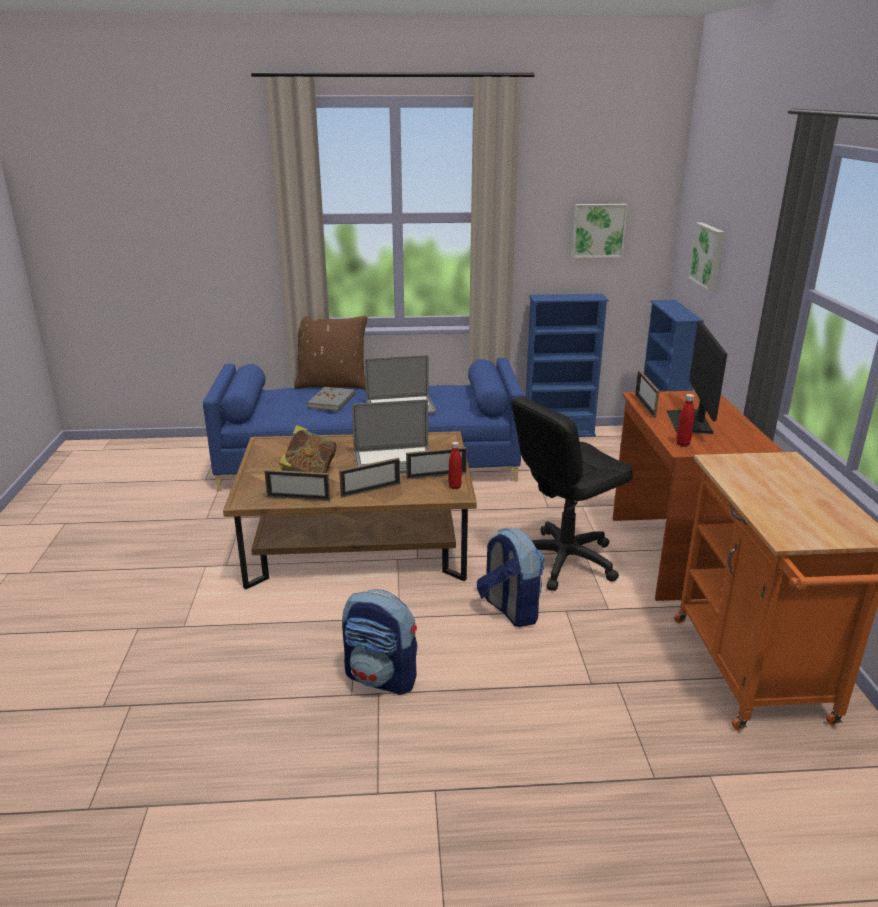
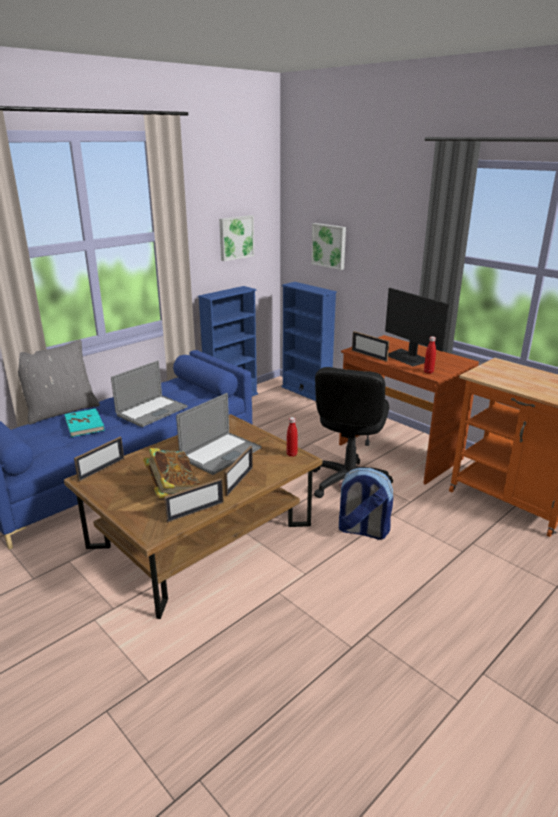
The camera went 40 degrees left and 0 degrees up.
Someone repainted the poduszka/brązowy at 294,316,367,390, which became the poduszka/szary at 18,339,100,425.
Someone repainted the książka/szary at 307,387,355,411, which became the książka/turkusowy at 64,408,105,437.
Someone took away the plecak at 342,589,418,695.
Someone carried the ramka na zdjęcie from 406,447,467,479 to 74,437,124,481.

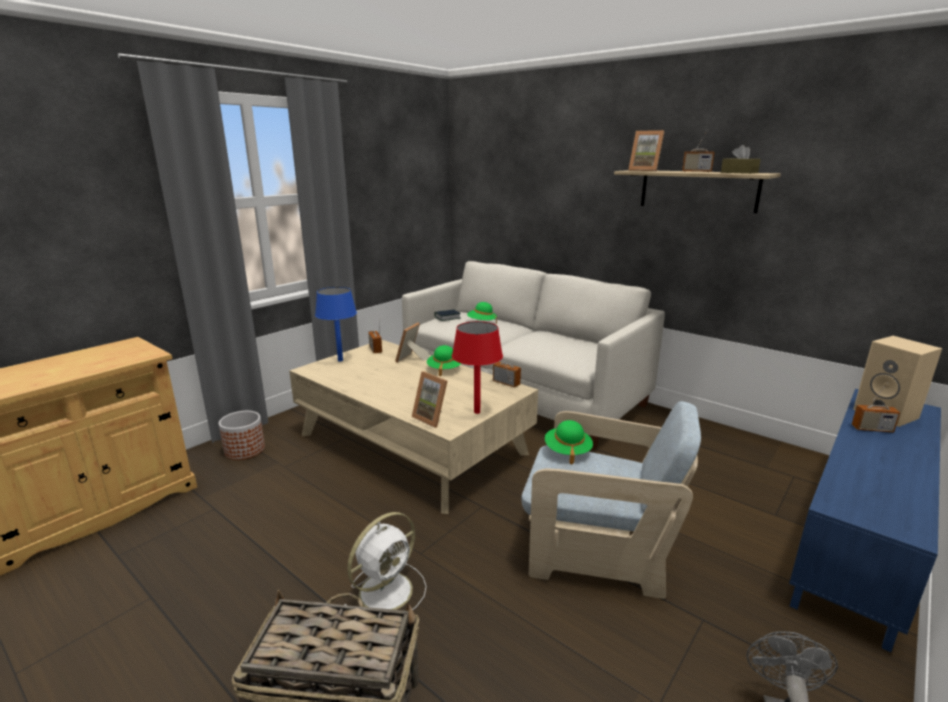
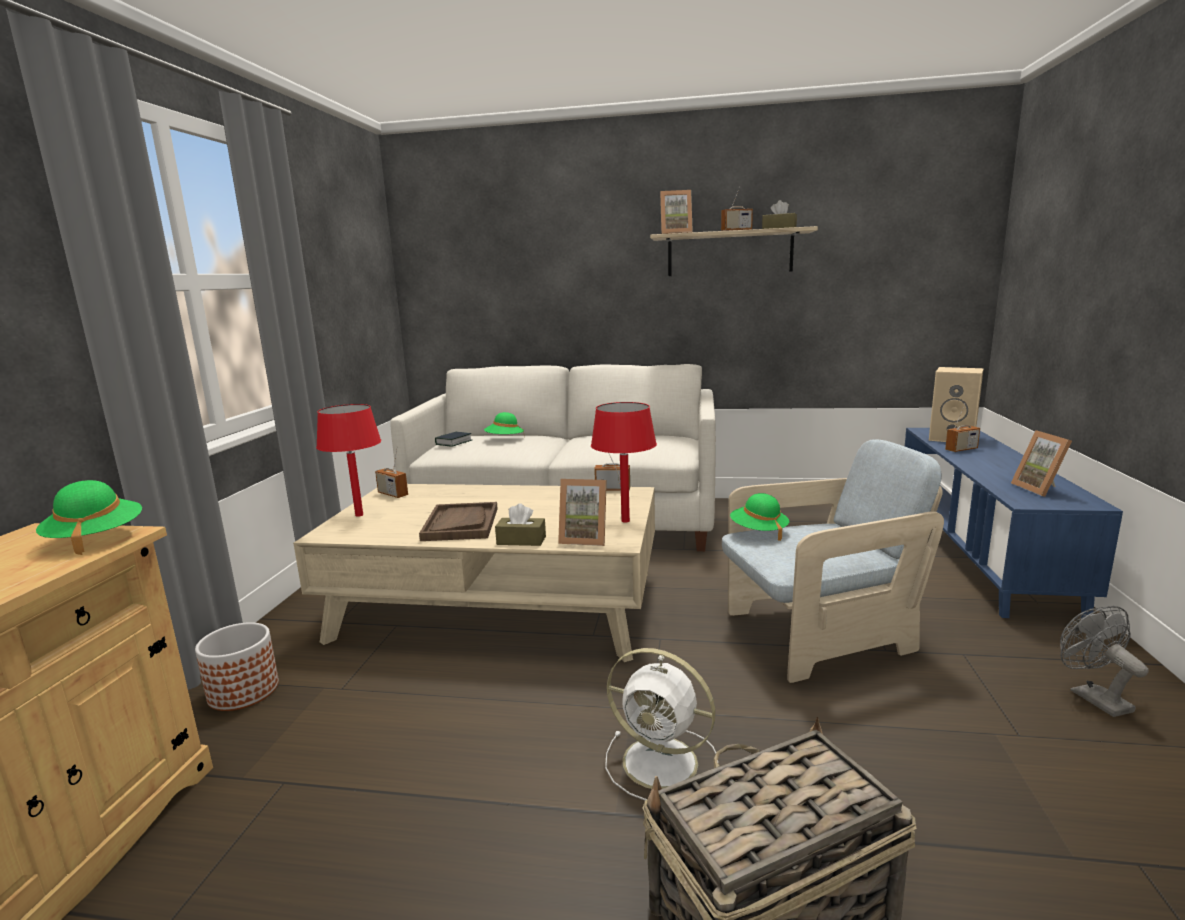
The camera went 30 degrees left and 5 degrees down.
Someone repainted the lampa stołowa/niebieski at 315,287,357,362, which became the lampa stołowa/czerwony at 316,404,381,517.
Someone rotated the wentylator/biały at 344,512,427,610 by 105 degrees clockwise.
Someone carried the ramka na zdjęcie from 395,322,429,363 to 1011,430,1072,497.
Someone carried the kapelusz/zielony from 427,345,461,376 to 36,480,142,555.
Someone put down the taca/brązowy at 419,502,498,541.
Someone put down the pudełko chusteczek/brązowy at 495,503,546,546.

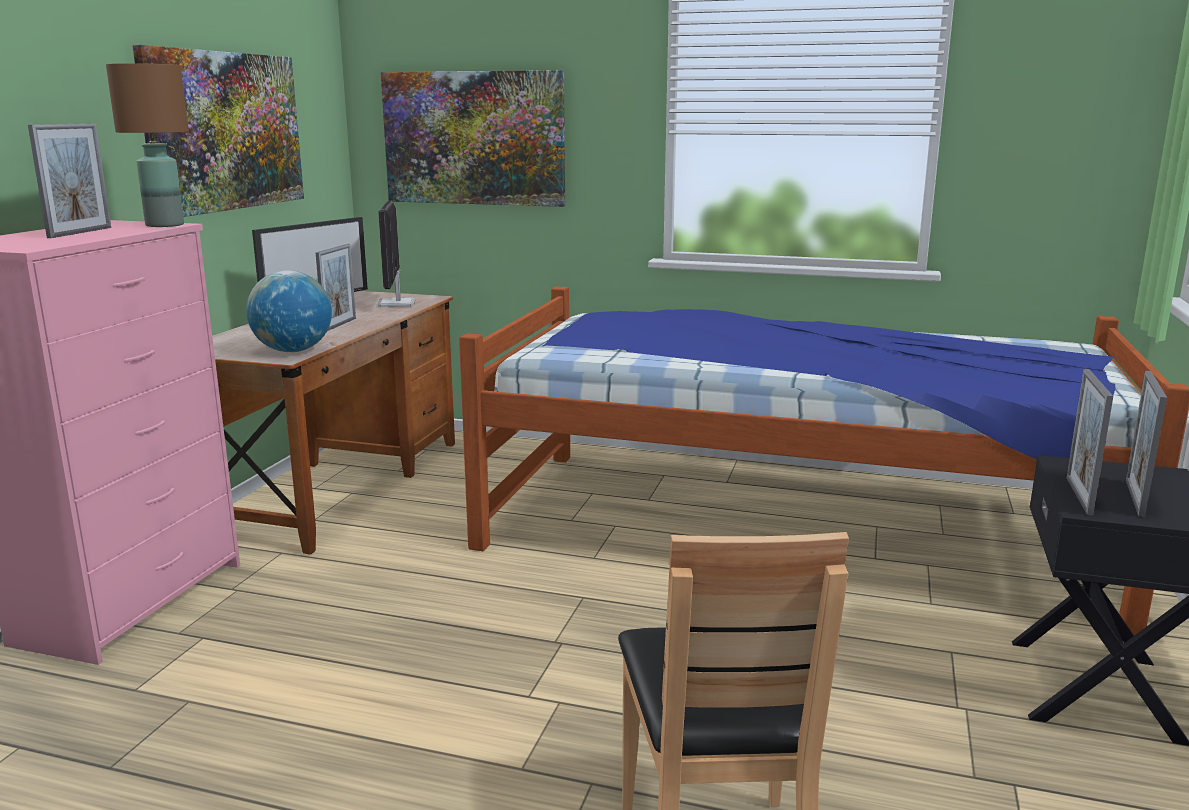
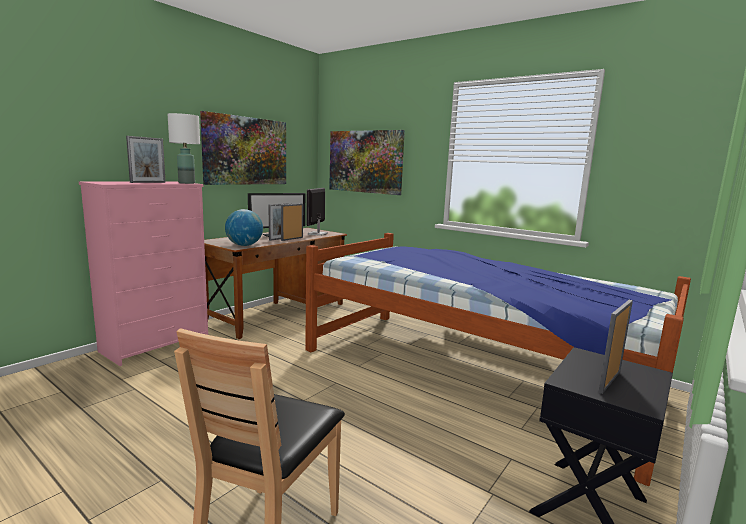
The camera went 20 degrees right and 5 degrees down.
Someone repainted the lampa stołowa/brązowy at 106,63,189,227, which became the lampa stołowa/biały at 168,113,200,184.
Someone carried the ramka na zdjęcie from 1066,369,1113,515 to 281,204,303,241.

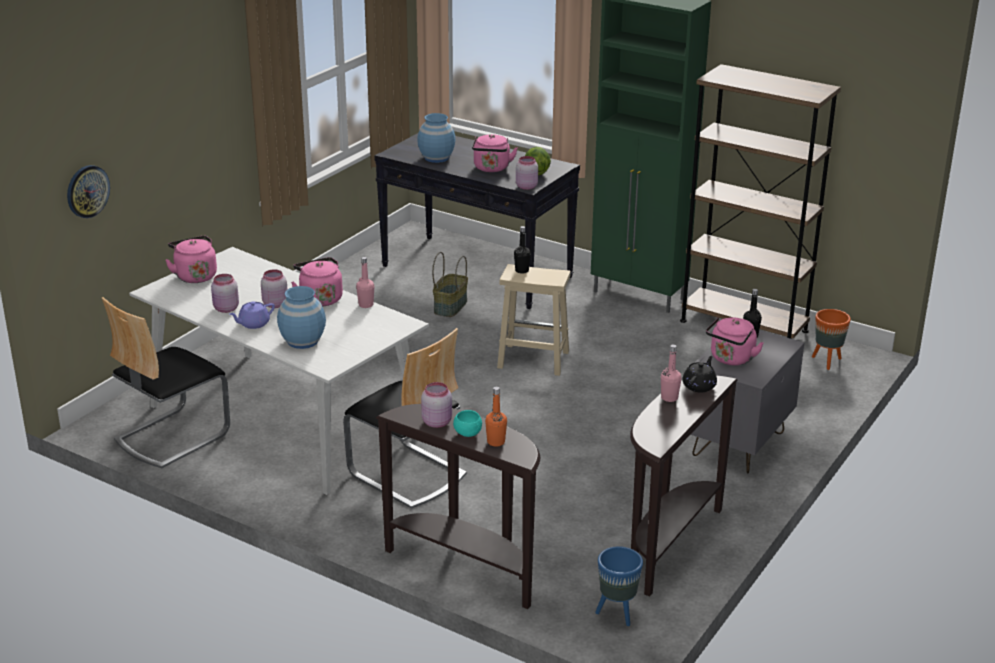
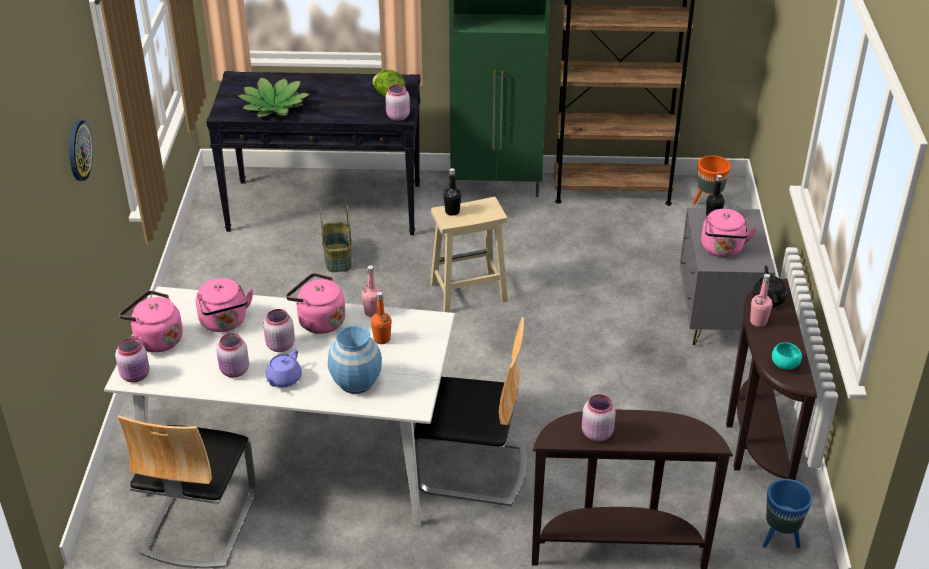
The camera went 30 degrees left and 10 degrees up.
Someone carried the zegar ścienny from 67,165,110,218 to 69,120,93,181.
Someone swapped the wazon/niebieski at 417,113,455,163 for the roślina doniczkowa at 236,76,310,118.
Someone carried the miska/turkusowy from 453,410,482,437 to 772,342,802,370.
Someone carried the czajnik/różowy from 472,134,518,172 to 196,278,254,332.
Someone carried the butelka/pomarańczowy from 485,387,507,447 to 371,292,392,344.
Someone put down the słoik/różowy at 115,338,150,383.

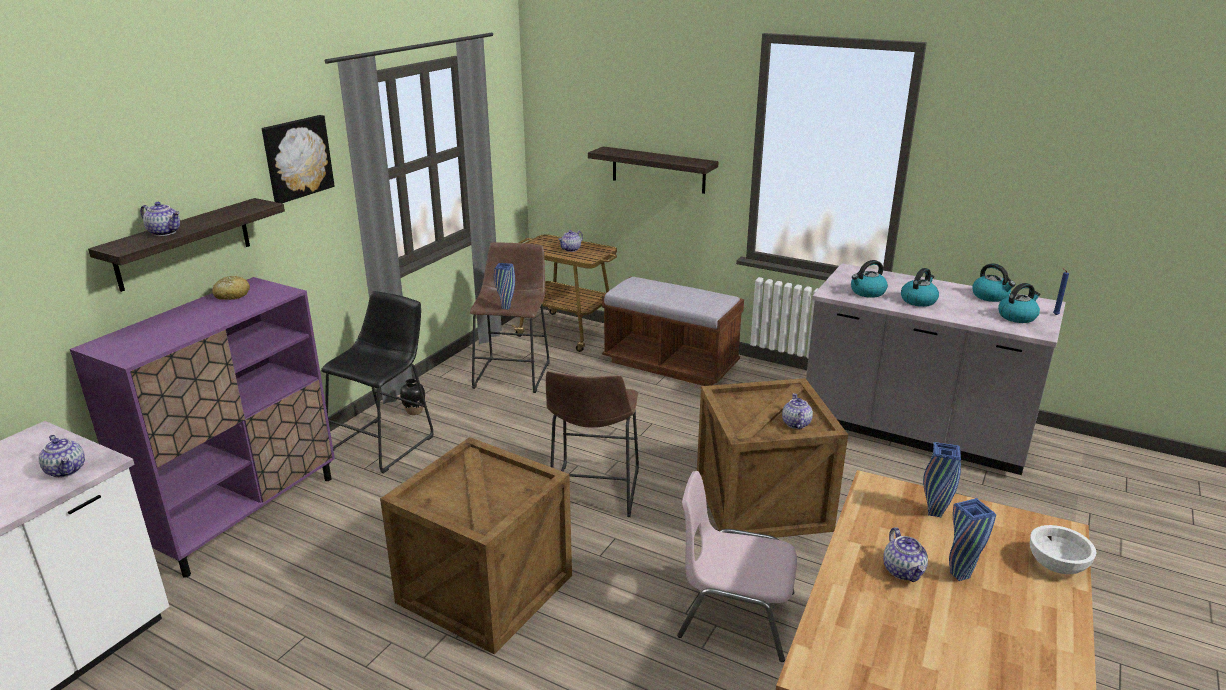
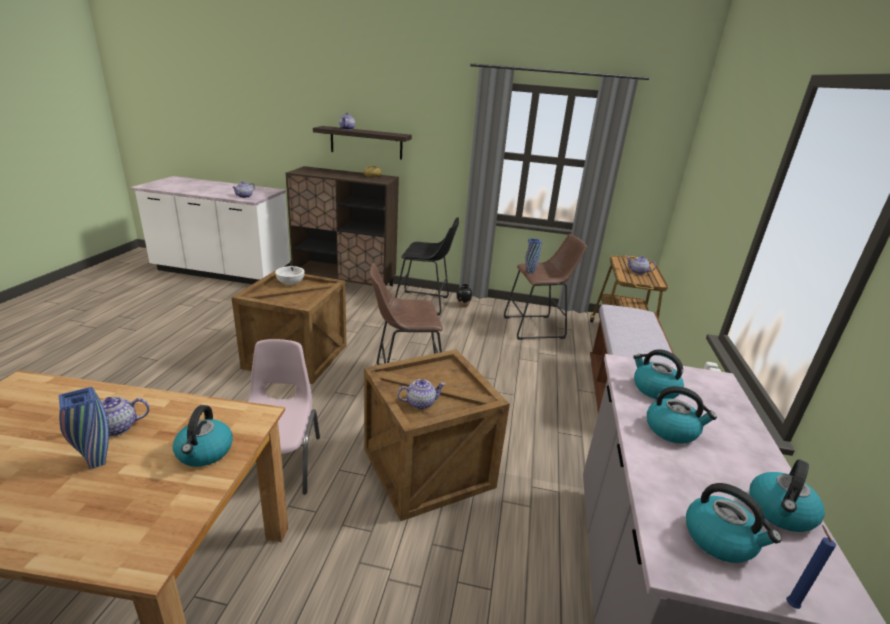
The camera went 70 degrees right and 0 degrees up.
Someone repainted the szafka/fioletowy at 70,277,335,578, which became the szafka/brązowy at 286,166,399,286.
Someone took away the obraz at 262,115,335,203.
Someone took away the półka at 588,146,719,194.
Someone swapped the wazon/niebieski at 923,442,961,517 for the czajnik at 173,405,233,467.
Someone carried the miska/biały from 1030,525,1096,574 to 275,266,305,285.

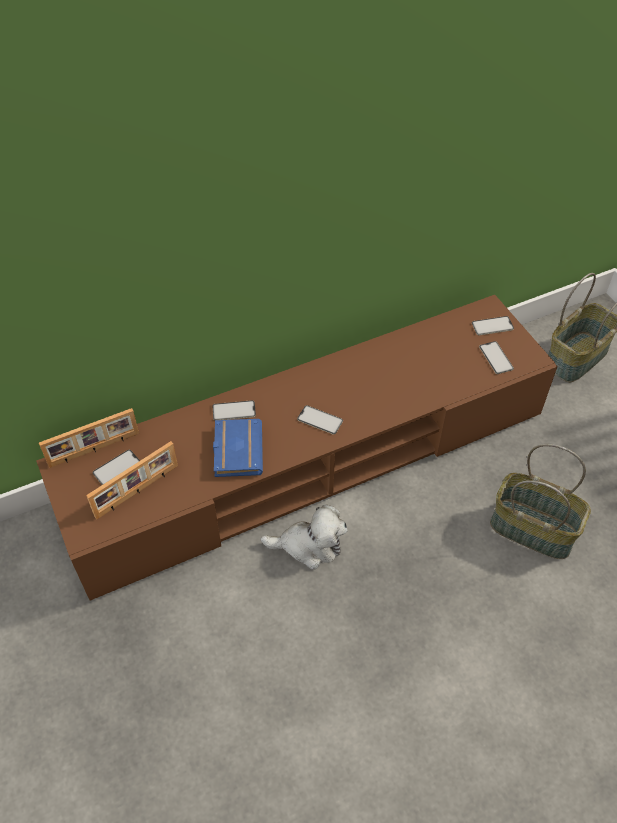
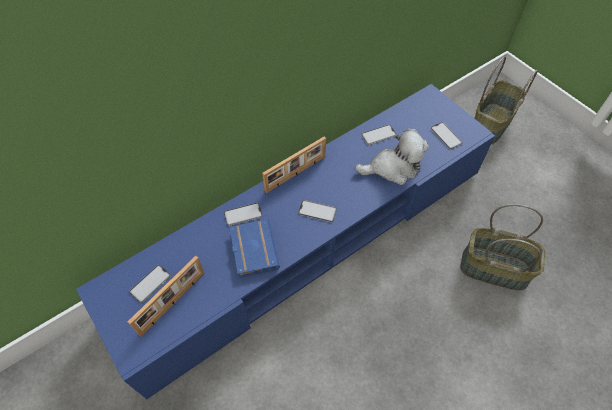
The camera went 10 degrees left and 5 degrees up.
Someone repainted the szafka pod telewizor/brązowy at 36,295,558,601, which became the szafka pod telewizor/niebieski at 76,84,495,399.
Someone carried the ramka na zdjęcie from 39,408,139,468 to 262,136,326,193.
Someone carried the pluszak from 260,504,348,570 to 355,129,429,185.
Someone carried the telefon from 472,316,514,336 to 361,125,397,145.

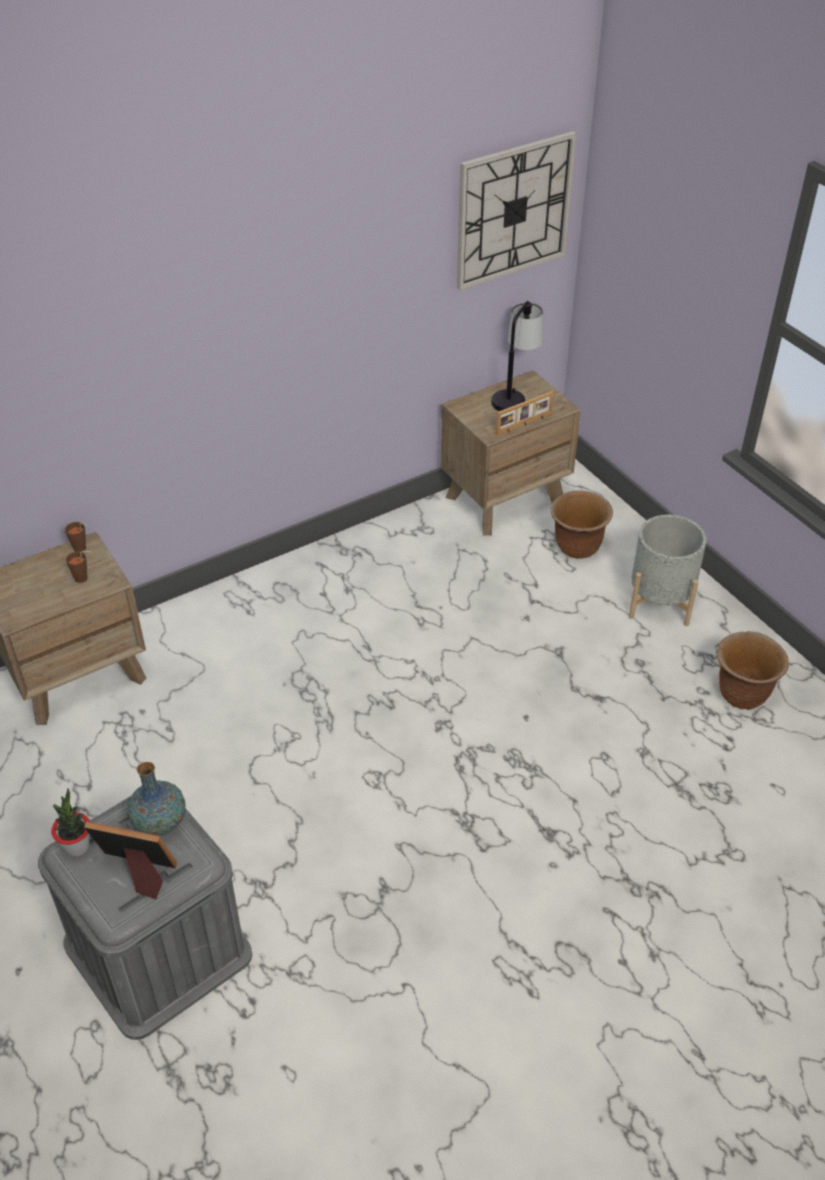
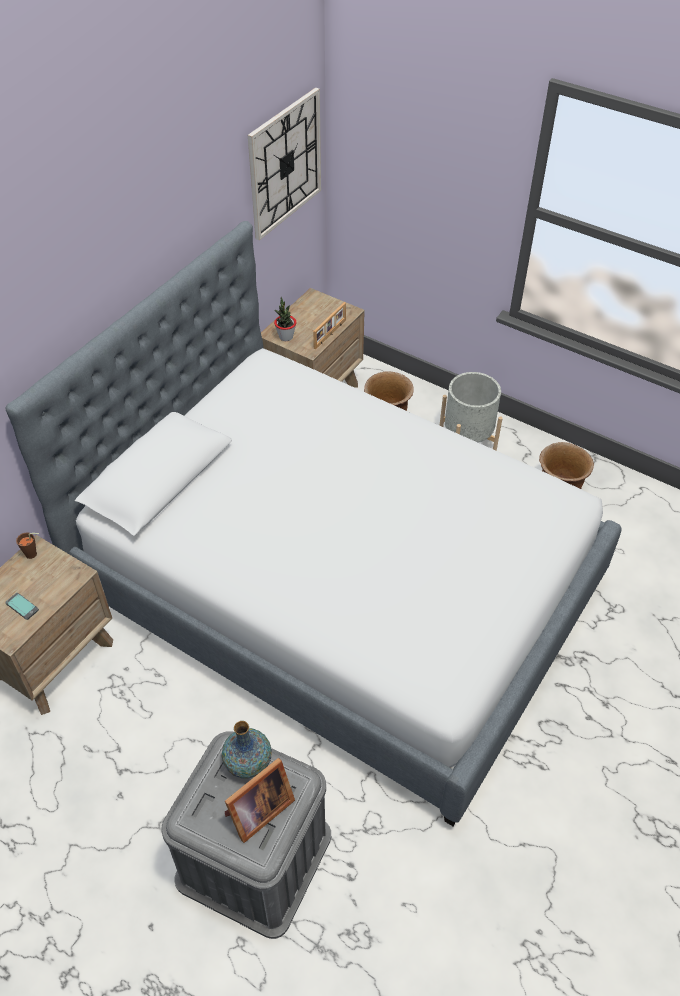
The camera went 25 degrees left and 5 degrees up.
Someone carried the roślina doniczkowa from 51,788,90,856 to 274,297,296,341.
Someone took away the filiżanka/brązowy at 66,551,92,583.
Someone rotated the ramka na zdjęcie at 84,821,177,899 by 150 degrees clockwise.
Someone took away the lampa stołowa at 491,301,543,411.
Someone put down the telefon at 5,593,39,620.
Someone put down the łóżko at 6,221,621,826.

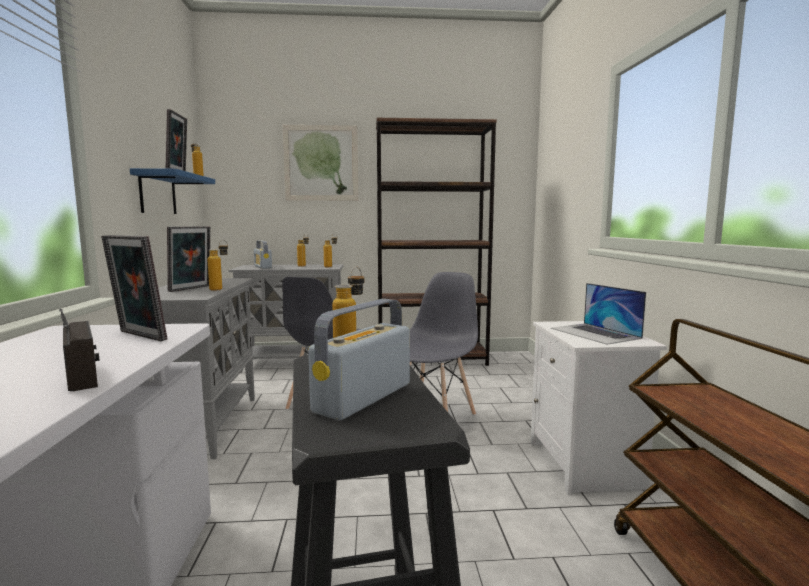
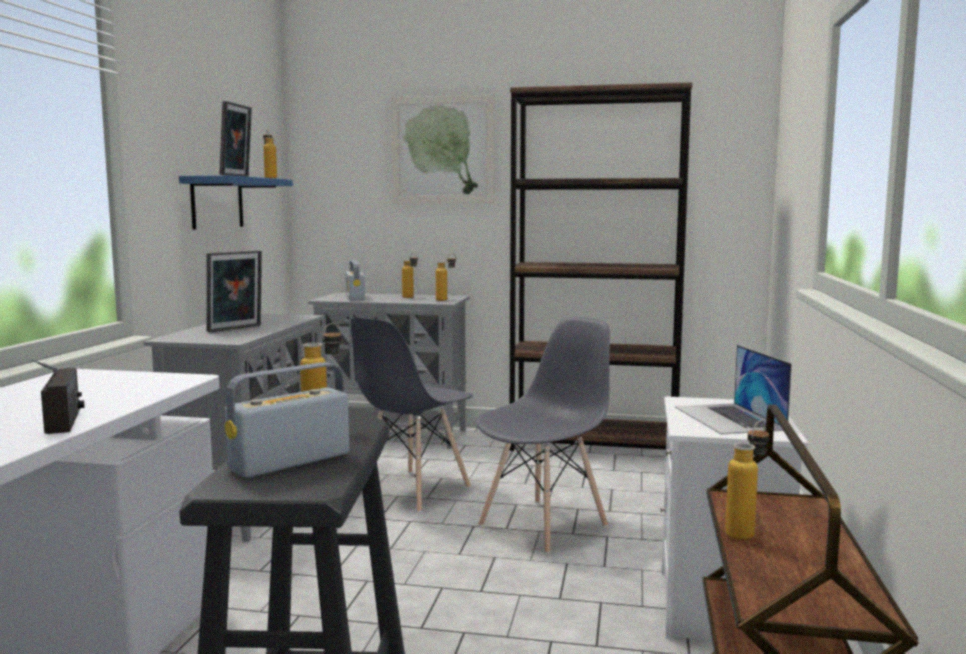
The camera went 15 degrees right and 0 degrees up.
Someone took away the ramka na zdjęcie at 101,235,167,341.
Someone carried the butelka from 207,240,228,291 to 725,421,769,540.

